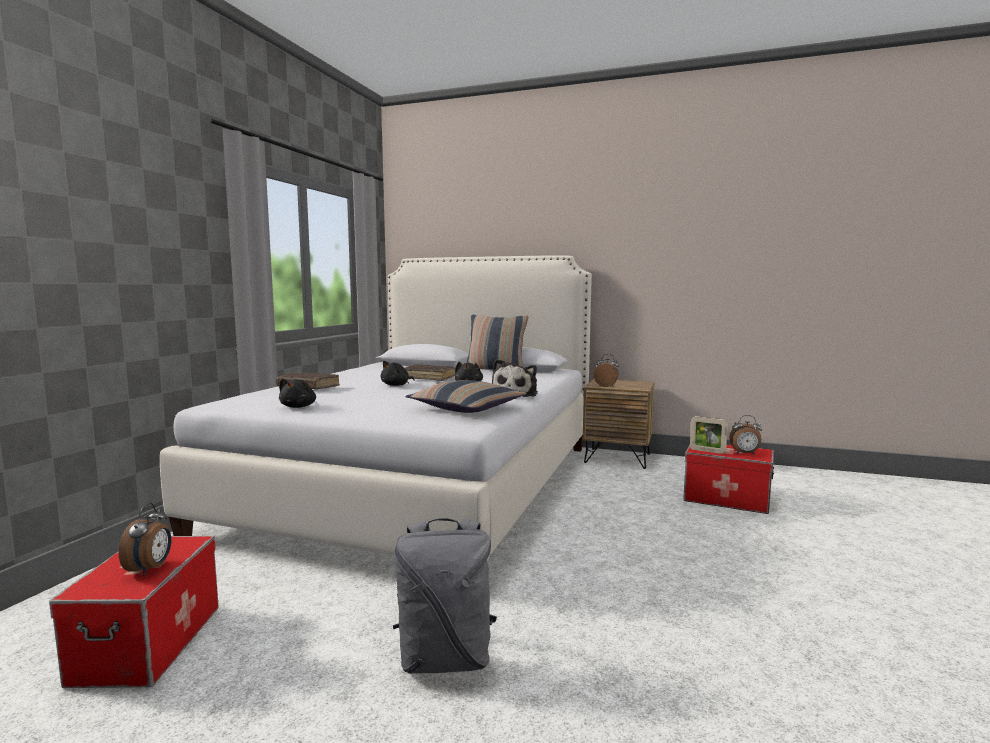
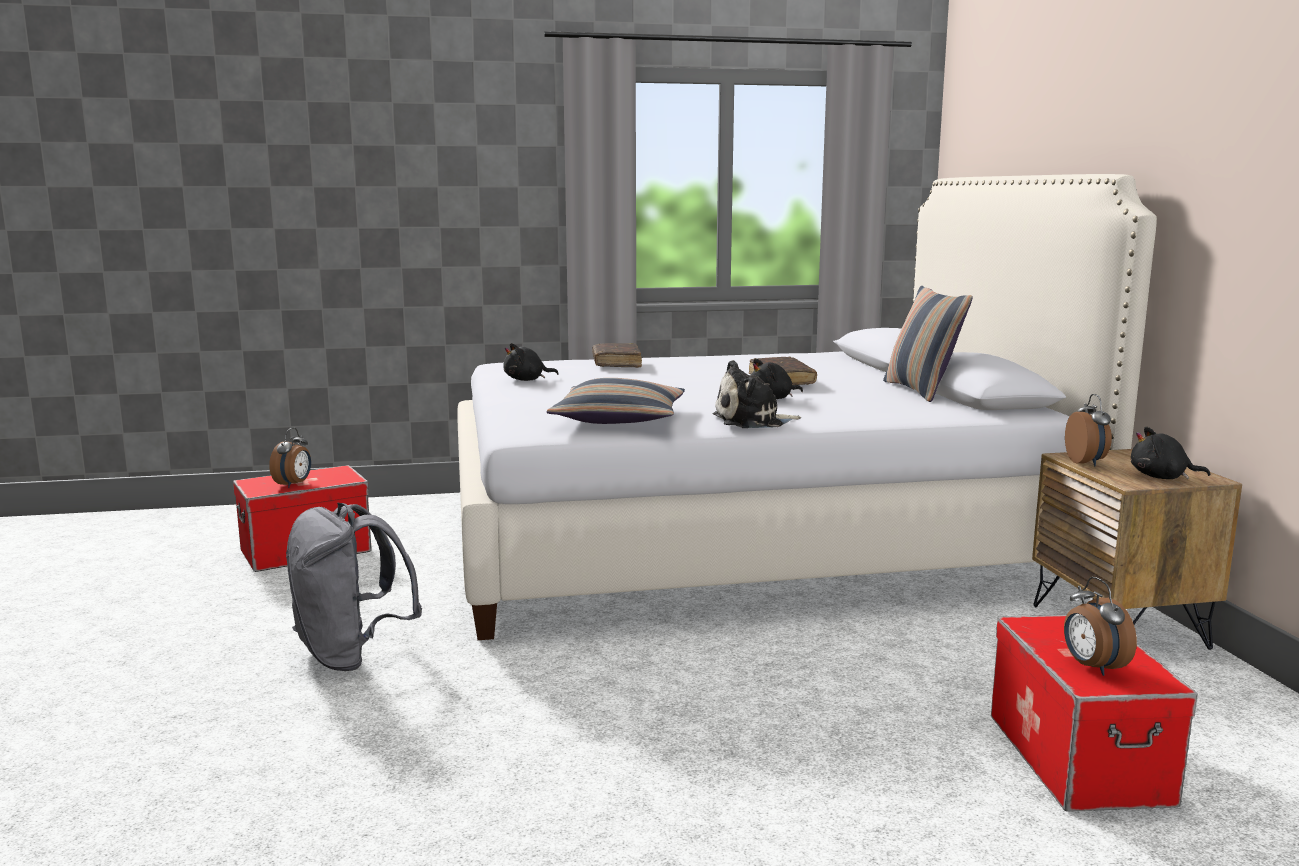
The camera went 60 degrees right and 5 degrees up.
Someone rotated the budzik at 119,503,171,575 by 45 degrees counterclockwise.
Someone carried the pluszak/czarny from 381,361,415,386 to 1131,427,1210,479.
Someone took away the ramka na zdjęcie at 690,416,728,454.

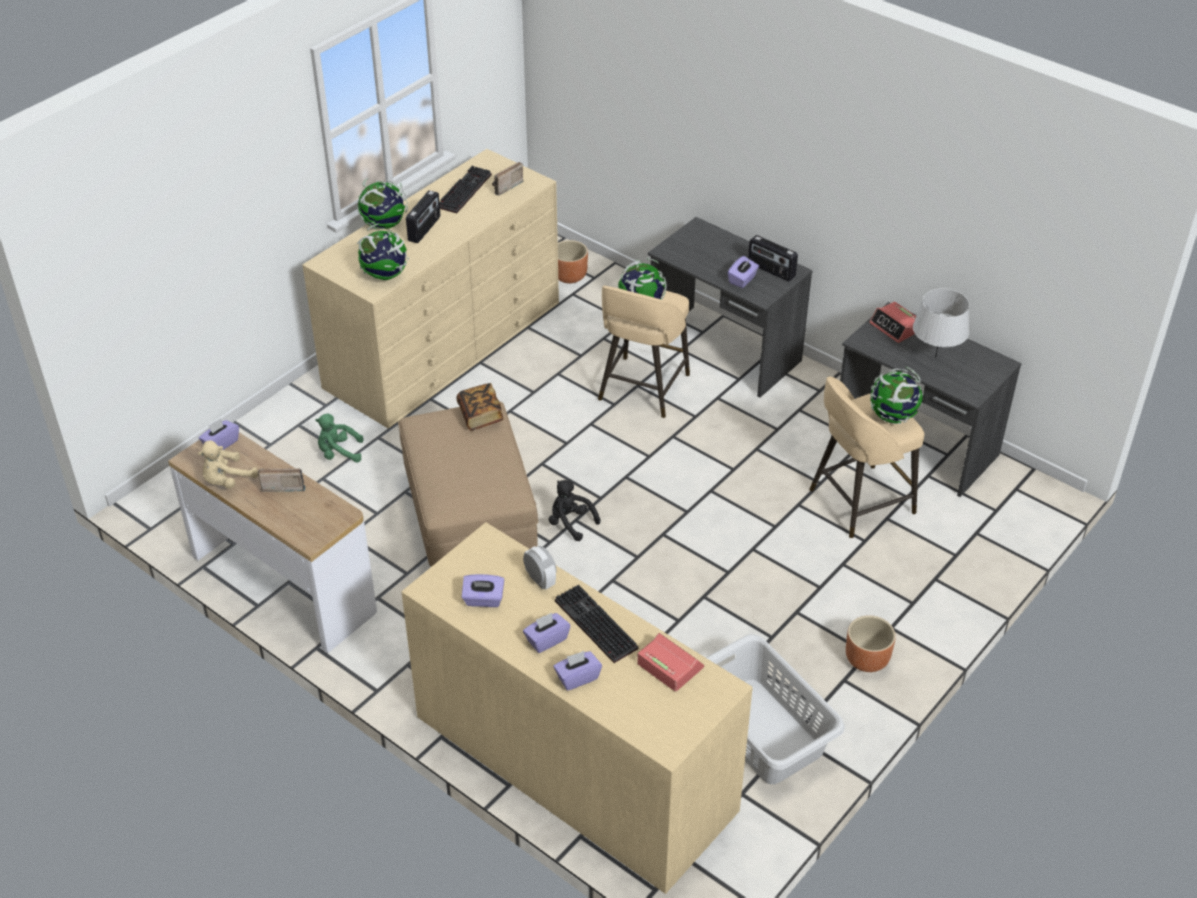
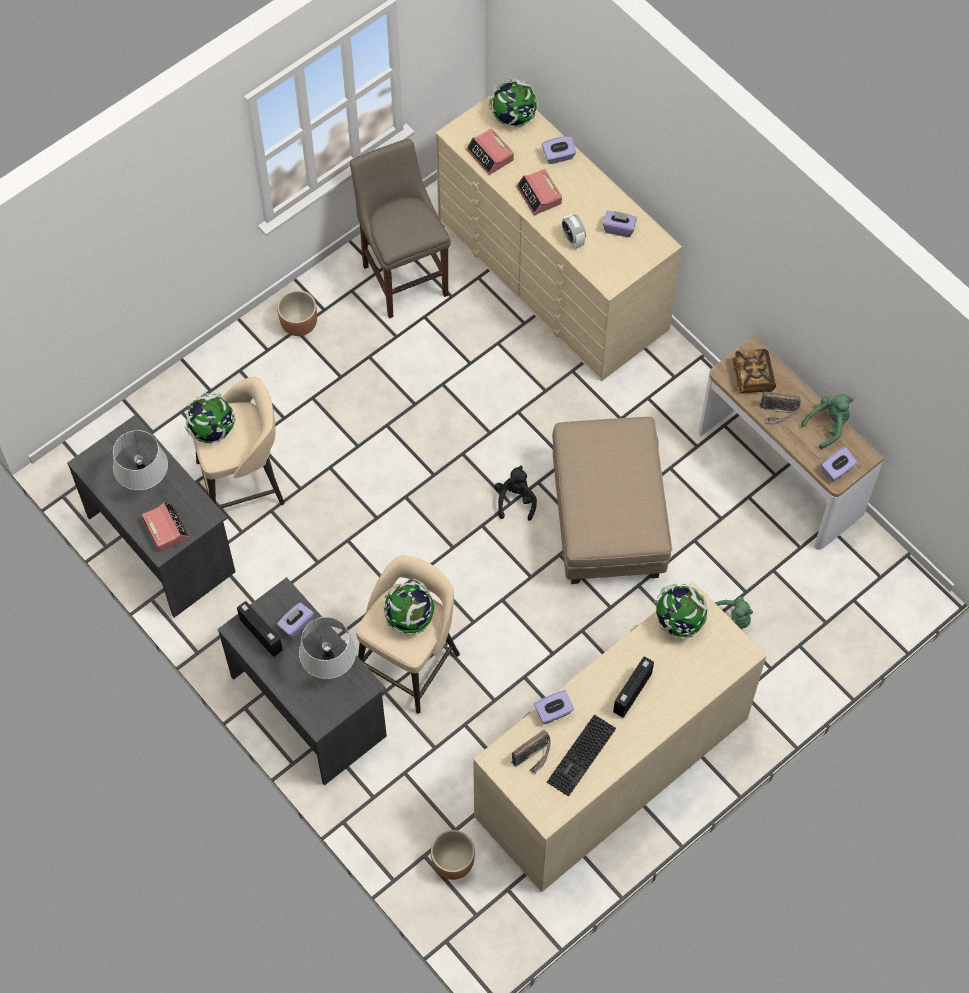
The camera went 170 degrees left and 20 degrees up.
Someone repainted the pluszak/beżowy at 198,440,258,489, which became the pluszak/zielony at 801,394,853,449.
Someone carried the globus from 357,178,408,230 to 489,78,538,128.
Someone carried the książka from 457,383,504,431 to 733,349,776,393.
Someone carried the pudełko chusteczek/fioletowy from 523,613,570,653 to 534,690,574,724.
Someone rotated the pluszak/czarny at 549,480,601,541 by 135 degrees counterclockwise.
Someone swapped the klawiatura at 555,585,639,663 for the budzik at 516,169,562,215.
Someone swapped the kosz na pranie/szary at 706,634,845,784 for the stołek/beżowy at 350,139,451,318.
Someone put down the lampa stołowa/szary at 299,617,356,679.

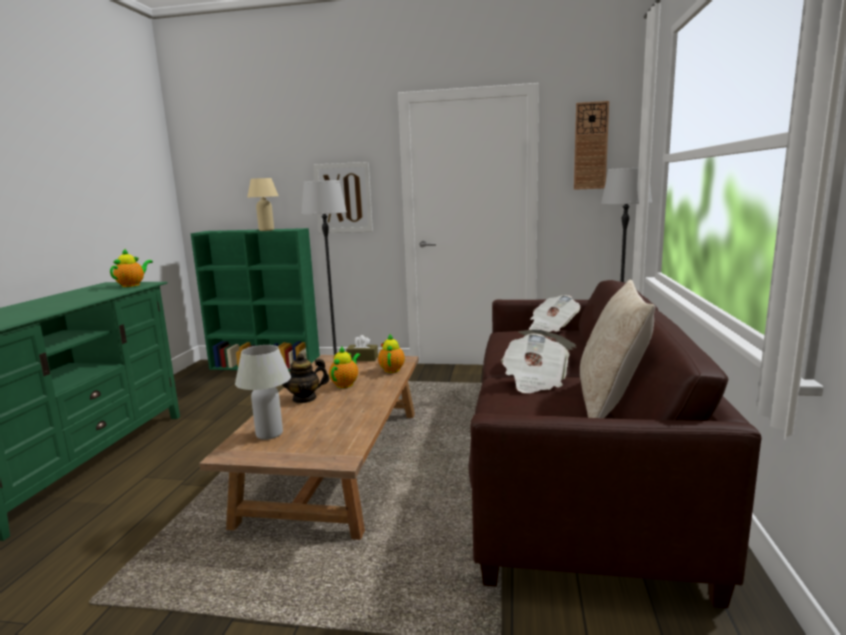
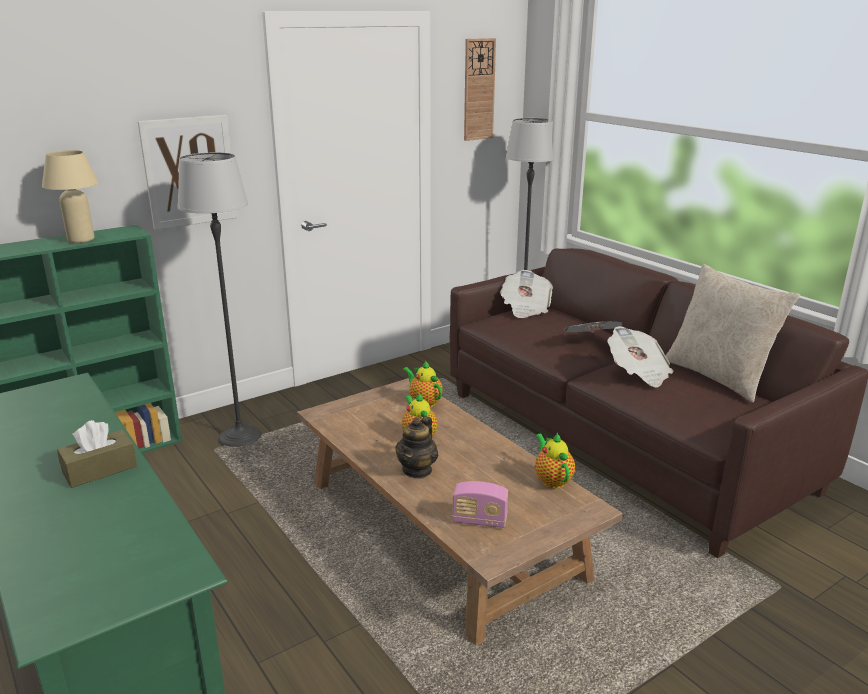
The camera went 45 degrees left and 10 degrees up.
Someone carried the imbryk from 110,248,153,287 to 535,433,575,489.
Someone swapped the lampa stołowa/biały at 235,345,291,440 for the radio at 452,481,508,528.
Someone carried the pudełko chusteczek/brązowy from 346,335,378,361 to 57,420,137,488.

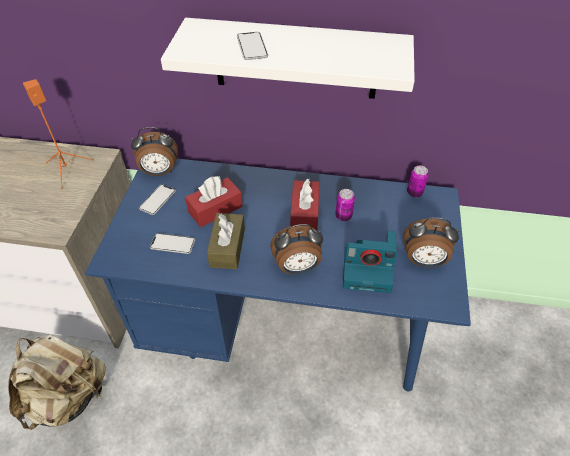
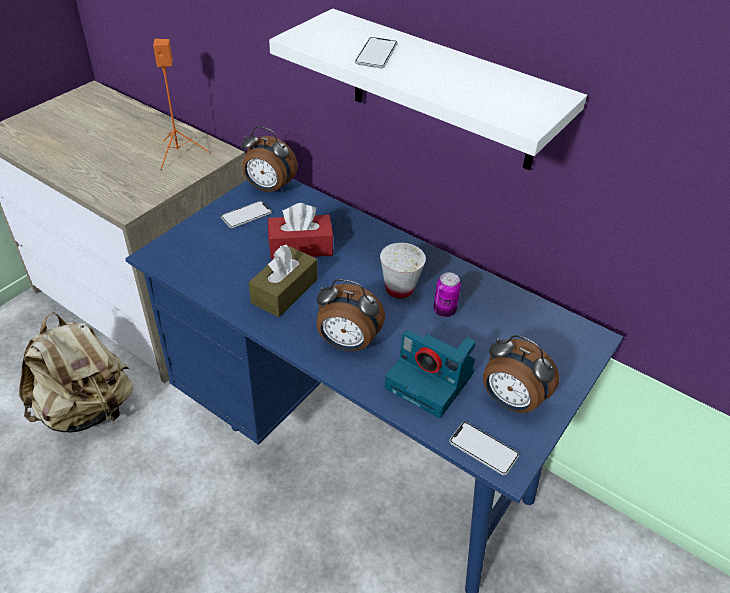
The camera went 25 degrees right and 5 degrees down.
Someone carried the telefon from 150,233,195,254 to 449,422,519,475.
Someone swapped the pudełko chusteczek/czerwony at 290,179,319,230 for the filiżanka/biały at 380,243,426,299.
Someone took away the puszka at 407,166,429,197.

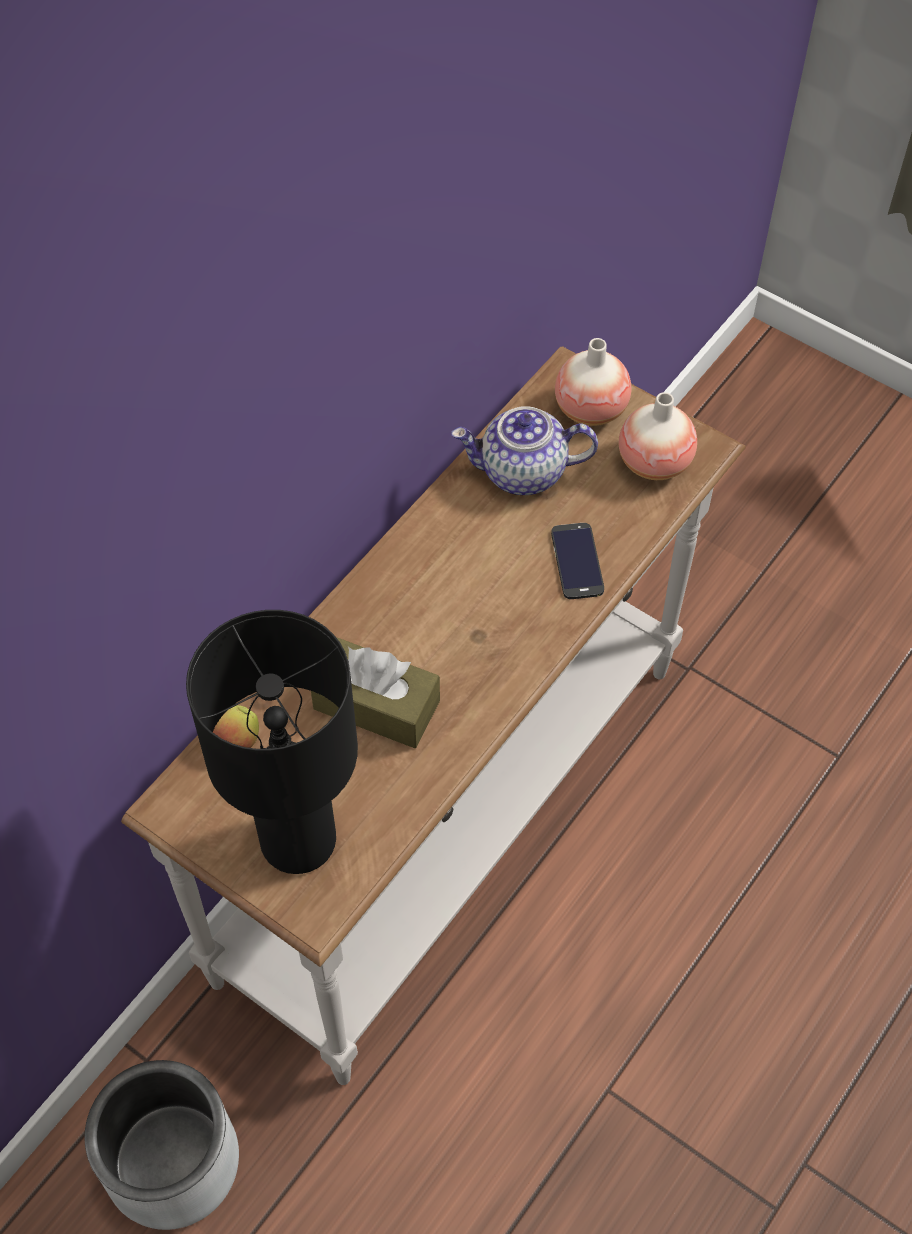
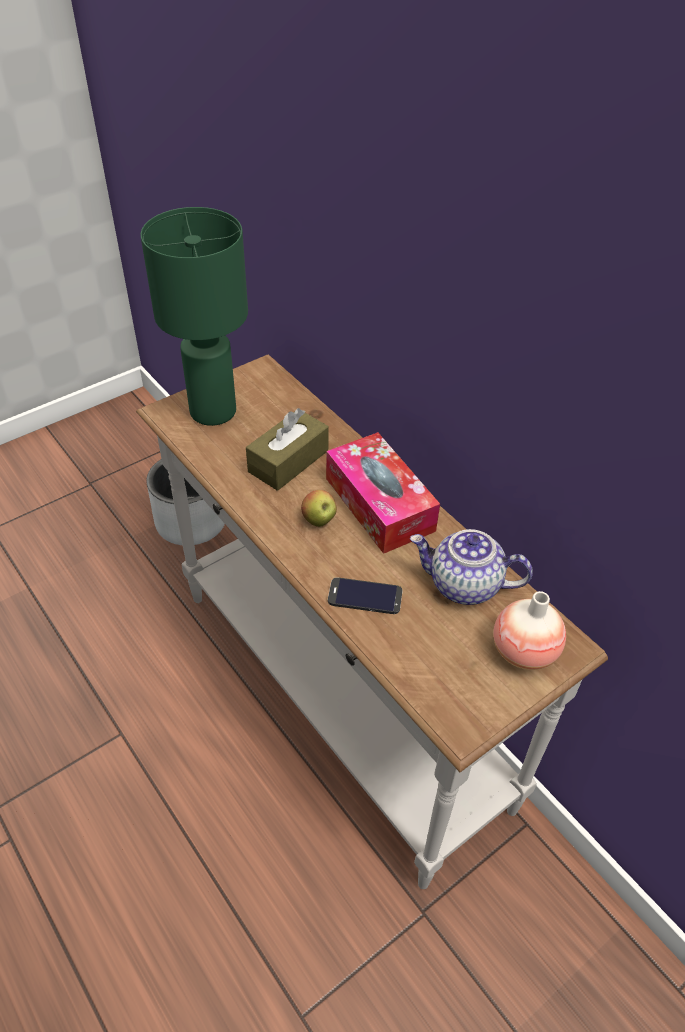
The camera went 105 degrees right and 10 degrees down.
Someone repainted the lampa stołowa/czarny at 186,610,358,874, which became the lampa stołowa/zielony at 141,207,248,426.
Someone carried the jabłko from 213,705,259,748 to 301,490,337,527.
Someone rotated the imbryk at 452,406,598,495 by 90 degrees counterclockwise.
Someone took away the wazon at 619,392,697,480.
Someone put down the pudełko chusteczek at 326,432,440,554.

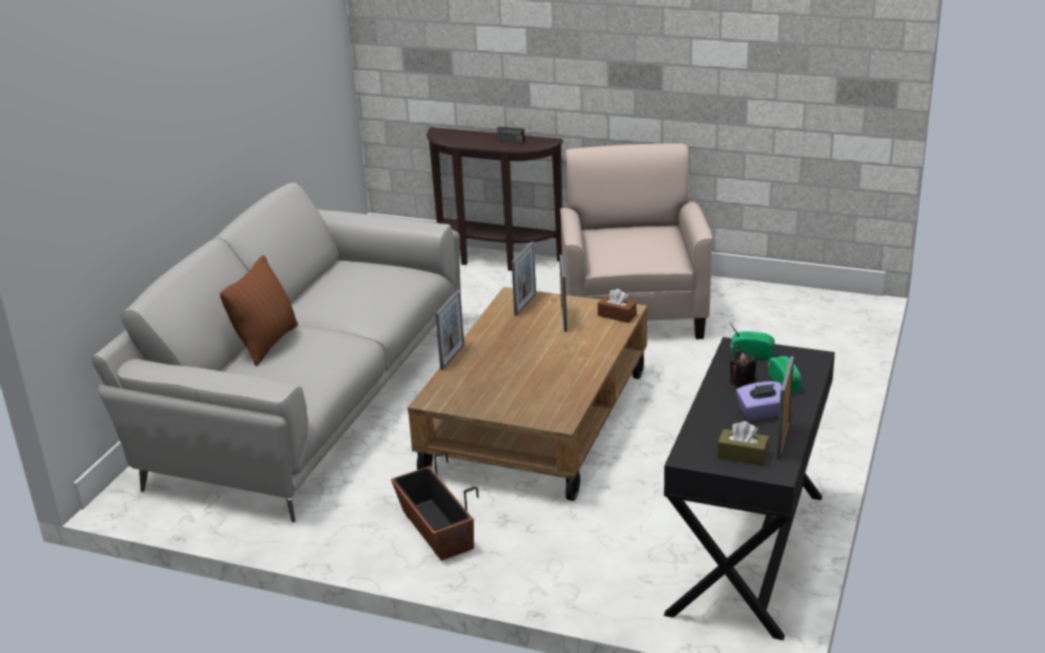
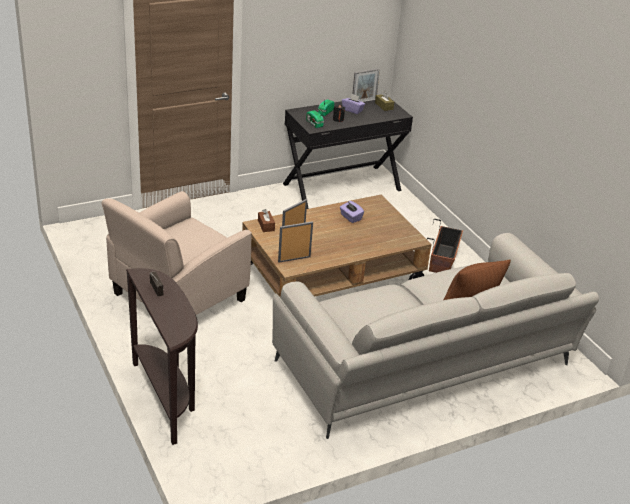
The camera went 140 degrees left and 5 degrees up.
Someone took away the ramka na zdjęcie at 436,290,464,370.
Someone put down the pudełko chusteczek/fioletowy at 340,201,364,223.

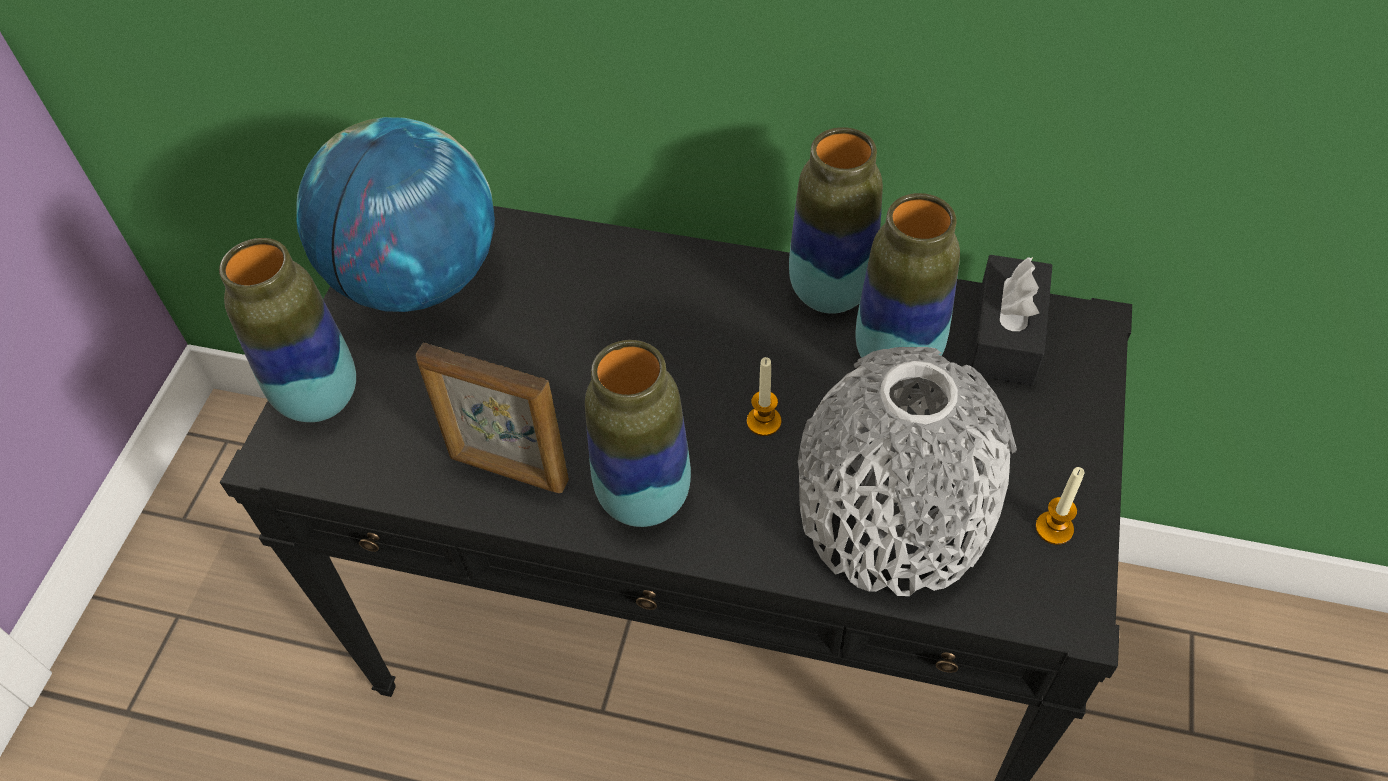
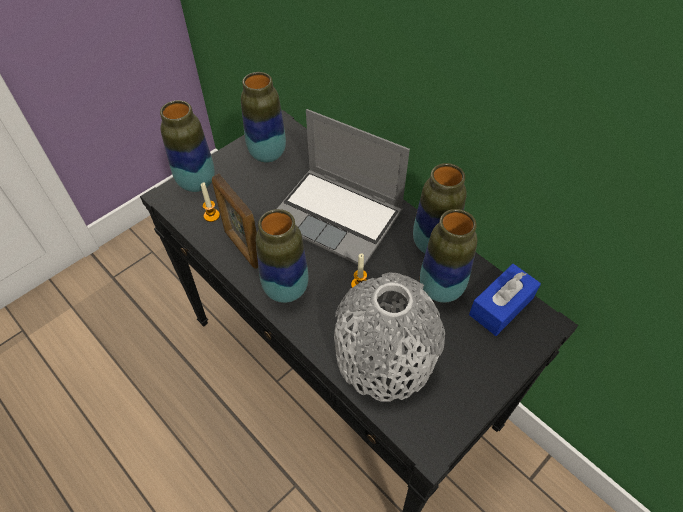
The camera went 30 degrees right and 0 degrees up.
Someone swapped the globus at 296,117,495,312 for the wazon at 241,72,286,163.
Someone repainted the pudełko chusteczek/czarny at 970,255,1053,386, which became the pudełko chusteczek/niebieski at 469,264,541,336.
Someone carried the świeca from 1035,467,1085,545 to 201,183,220,222.
Someone put down the laptop at 277,109,410,266.

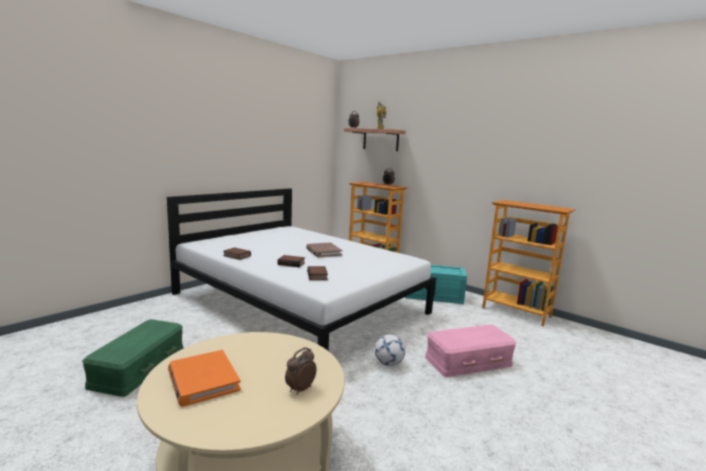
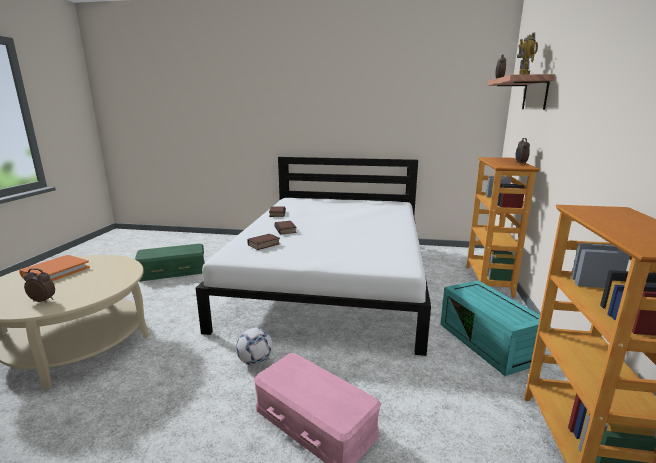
The camera went 60 degrees right and 5 degrees up.
Someone took away the książka/brązowy at 306,242,343,257.

